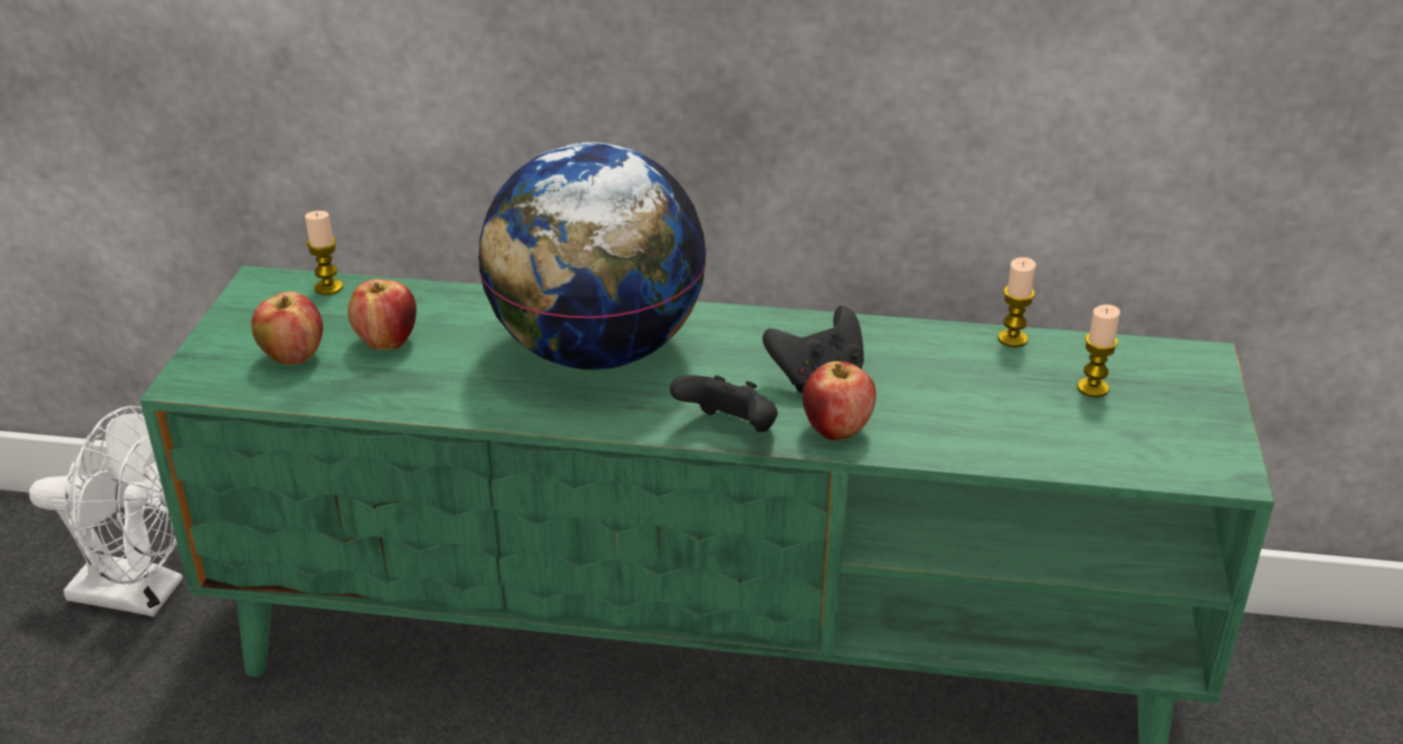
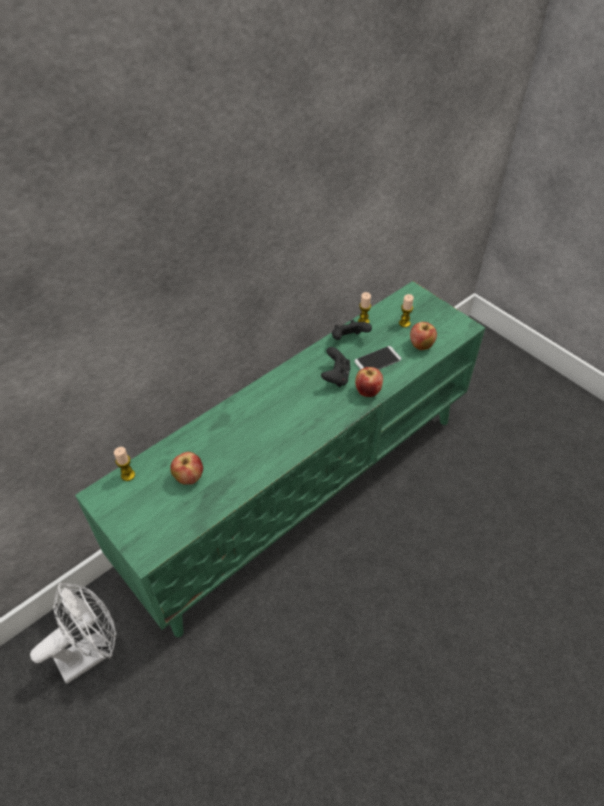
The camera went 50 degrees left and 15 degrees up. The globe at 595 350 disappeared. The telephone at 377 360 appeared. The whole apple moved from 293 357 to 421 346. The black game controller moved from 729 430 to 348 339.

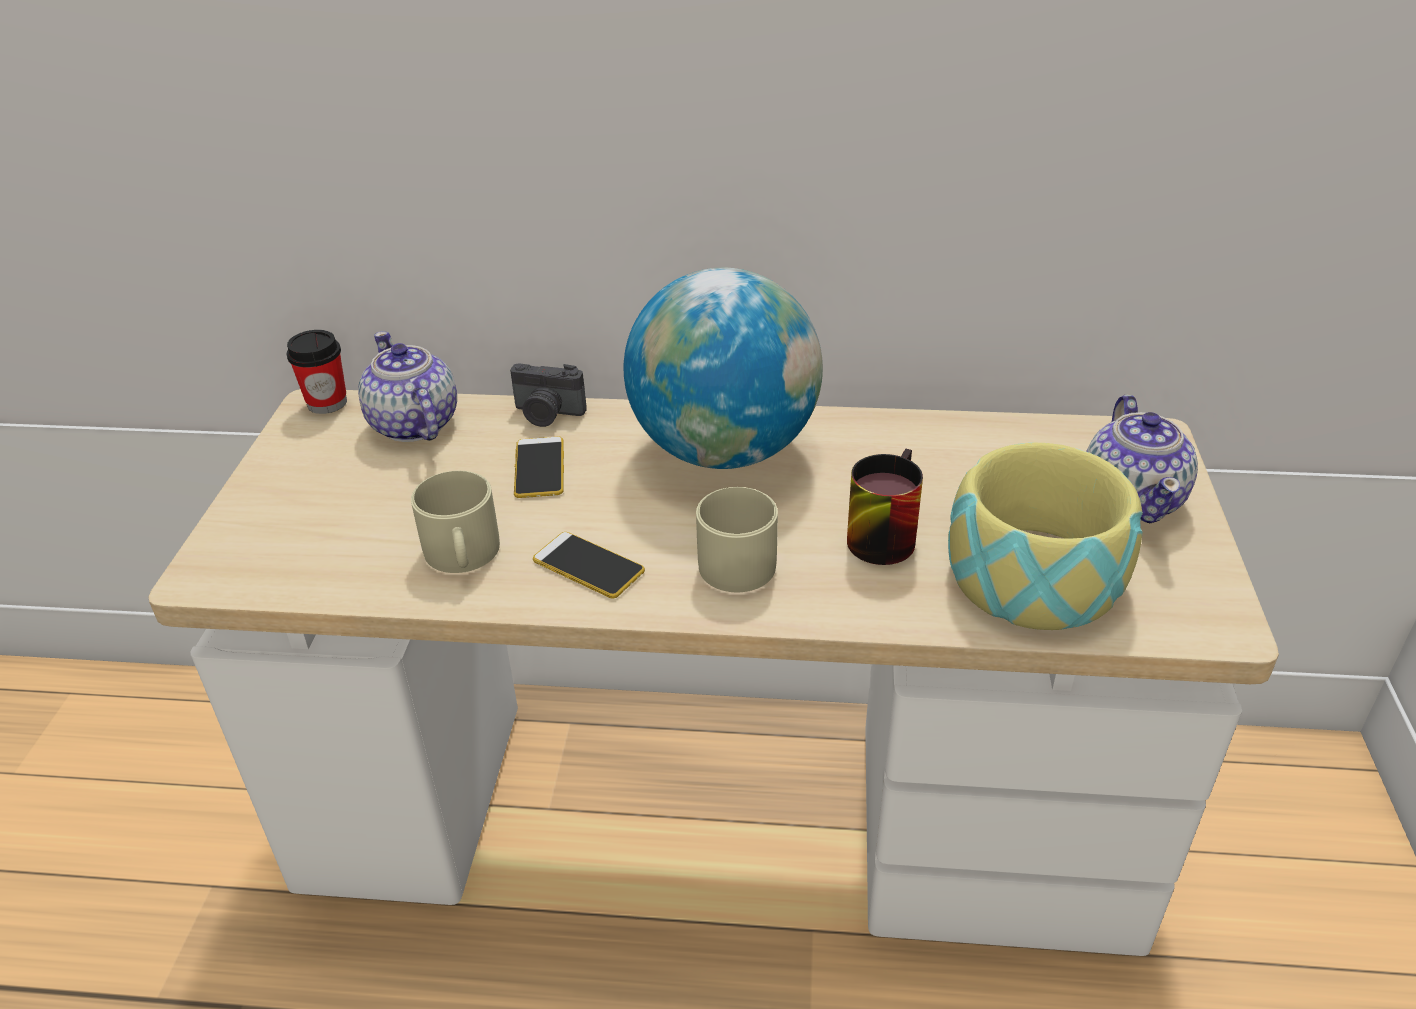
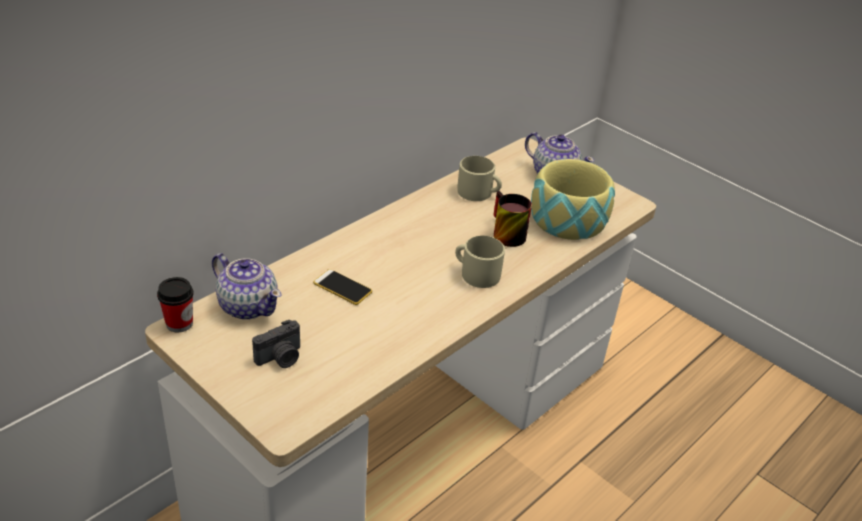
The camera went 55 degrees left and 0 degrees up. The telephone at 588 566 disappeared. The globe at 724 450 disappeared. The beige-coloured coffee mug moved from 462 554 to 478 193. The still camera moved from 547 414 to 281 358. The tea pot at 413 425 turned 150 degrees counterclockwise.

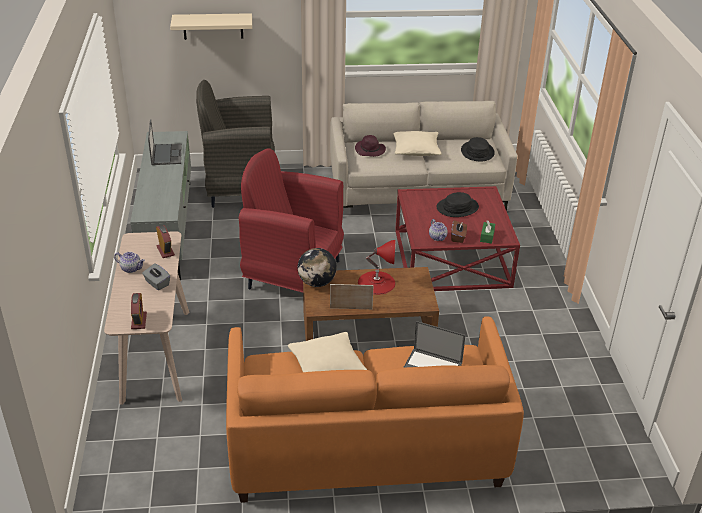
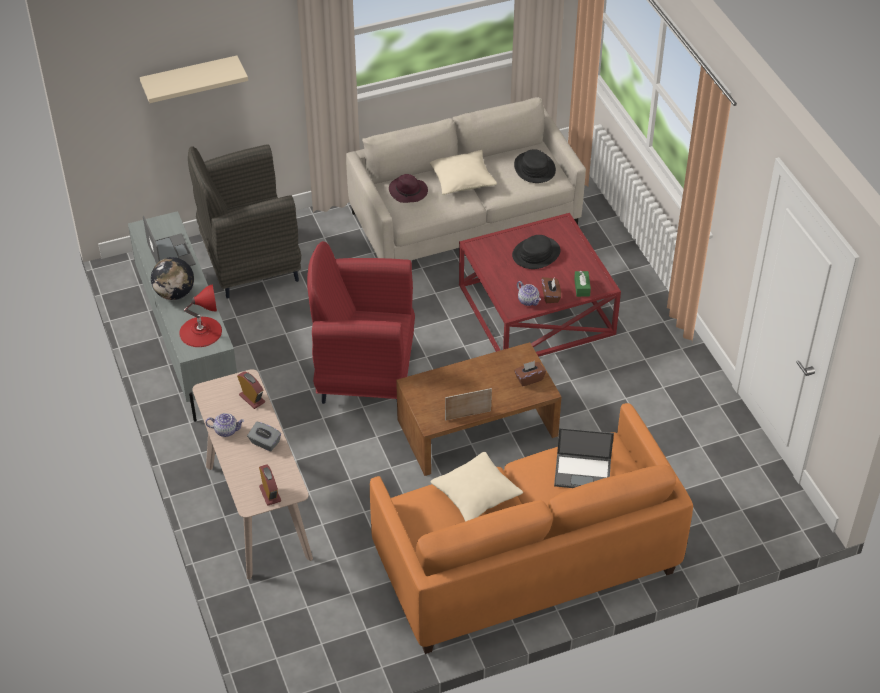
The camera went 15 degrees left and 10 degrees up. The brown-coloured box of tissues at 529 379 appeared. The globe moved from 317 282 to 174 294. The red-coloured table lamp moved from 376 282 to 200 331.

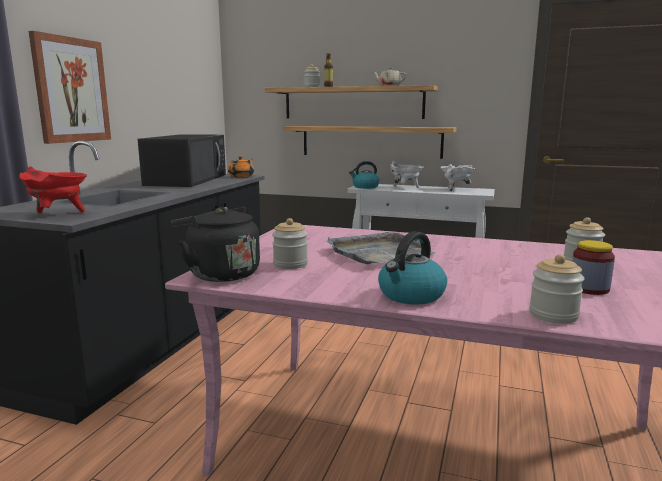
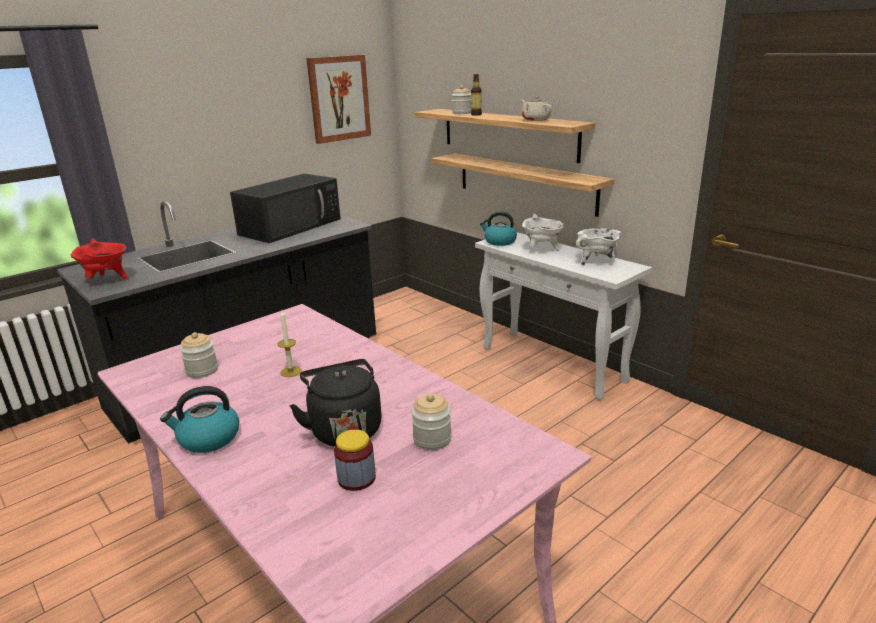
The camera went 30 degrees right and 10 degrees up. The orangey tea pot at 241 176 disappeared. The storage jar at 553 315 disappeared. The wall picture moved from 71 90 to 339 98. The black water kettle moved from 220 274 to 344 429. The grey tray at 378 253 was replaced by the wax light at 291 371.

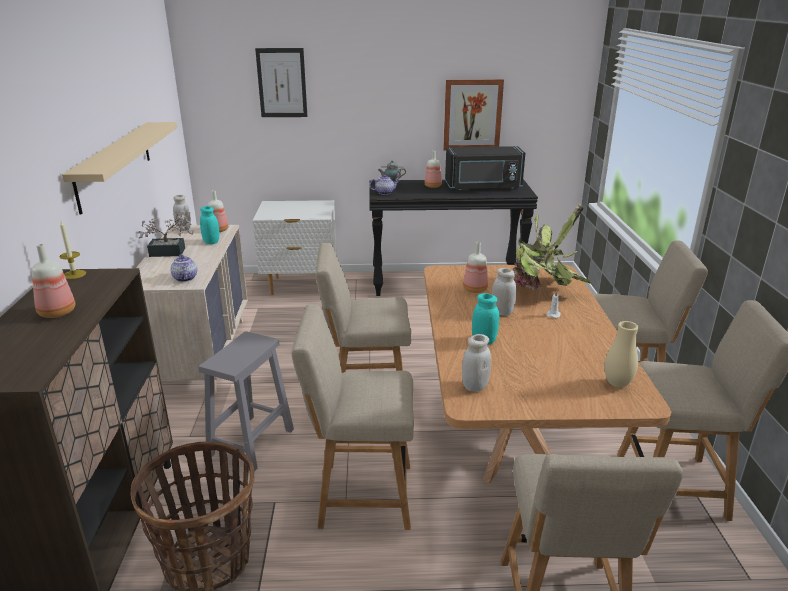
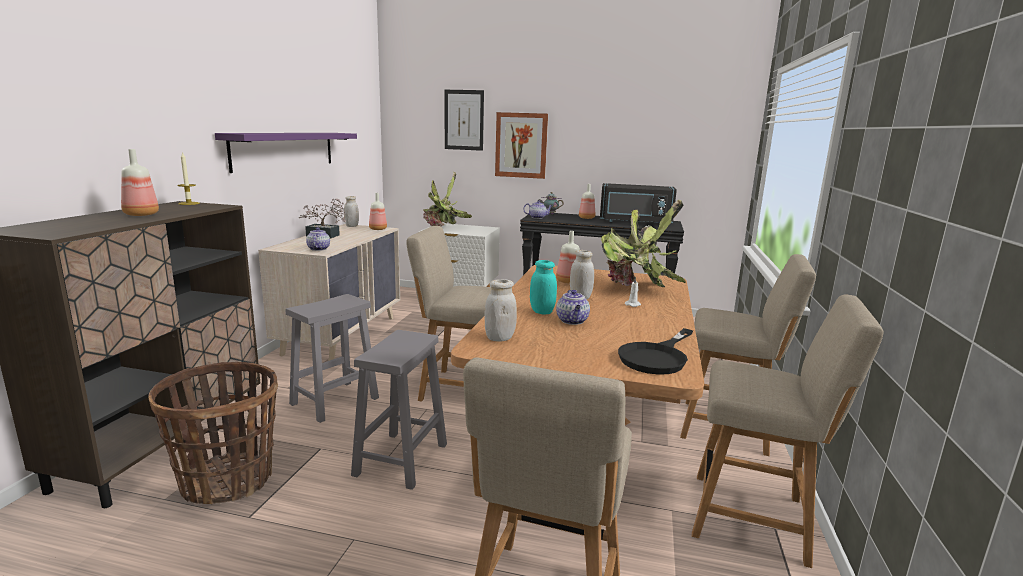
The camera went 15 degrees right and 10 degrees down. The turquoise-coloured storage jar at 211 242 disappeared. The potted plant at 444 228 appeared. The tea pot at 572 321 appeared. The wall picture moved from 472 115 to 521 145. The beige-coloured upright chair at 360 495 was replaced by the grey stool at 402 458. The beige-coloured decorative vase at 617 384 was replaced by the black skillet at 657 357. The beige-coloured wall shelf at 114 164 became the purple-coloured wall shelf at 285 150.

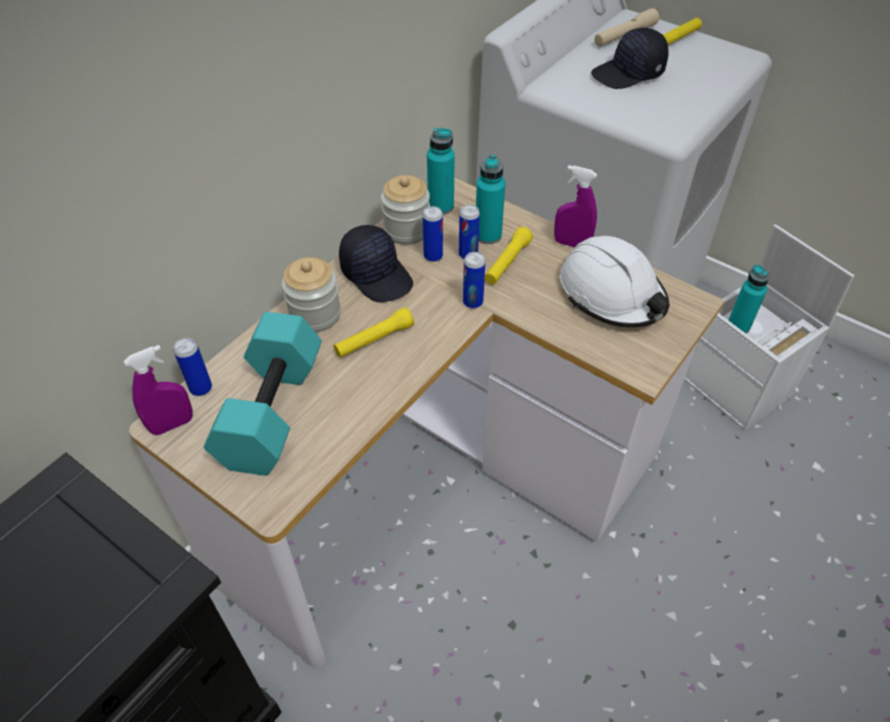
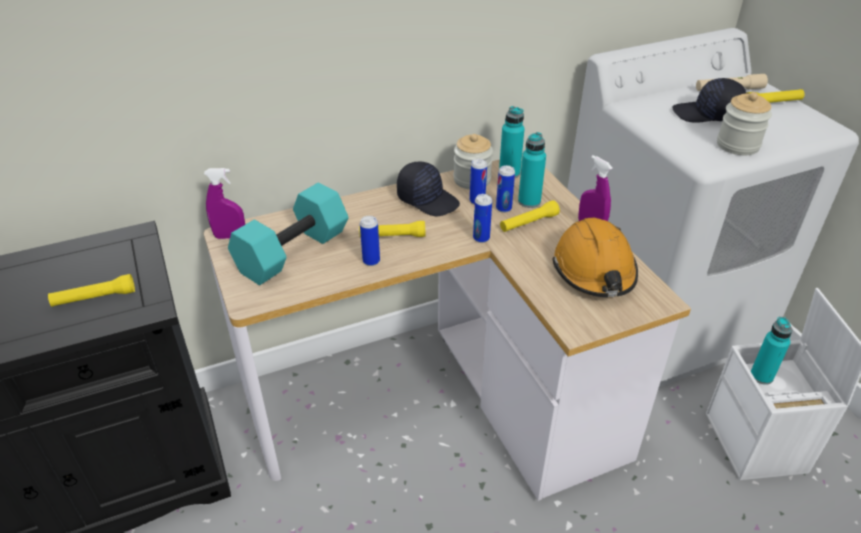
The camera went 30 degrees right and 10 degrees down. The yellow-coloured hand torch at 94 298 appeared. The metal can moved from 201 388 to 371 261. The storage jar moved from 315 315 to 737 145. The white-coloured hard hat at 612 294 became the orangey hard hat at 594 270. The black cap at 377 275 turned 45 degrees counterclockwise.

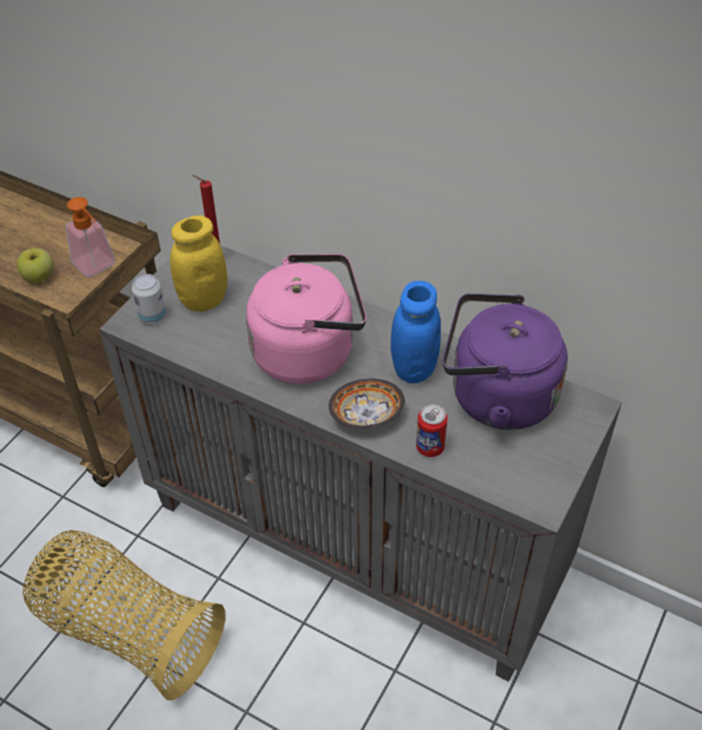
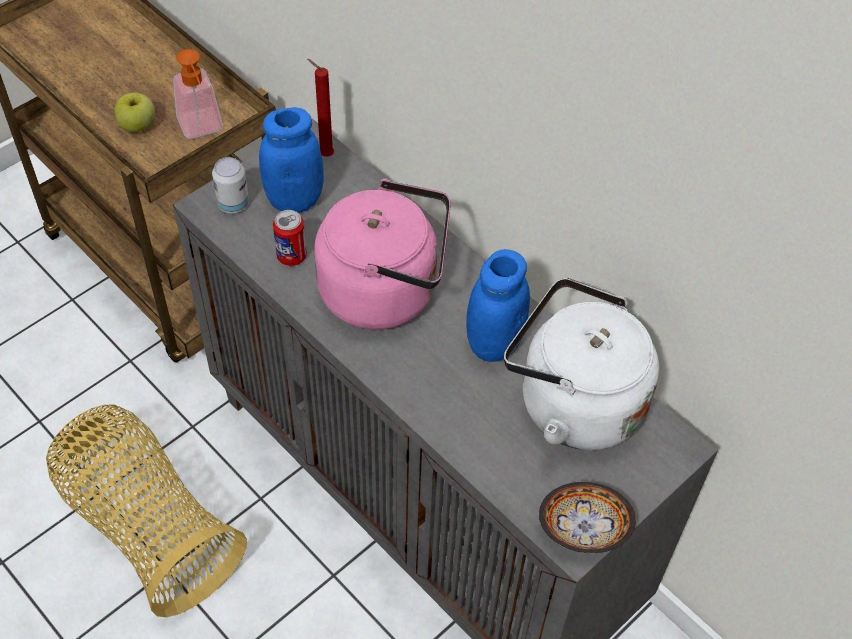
The camera went 15 degrees right and 5 degrees up. The deep dish moved from 368 416 to 585 530. The metal can moved from 430 447 to 291 256. The yellow-coloured storage jar at 203 300 became the blue storage jar at 294 200. The purple-coloured water kettle at 495 397 became the white-coloured water kettle at 572 403.

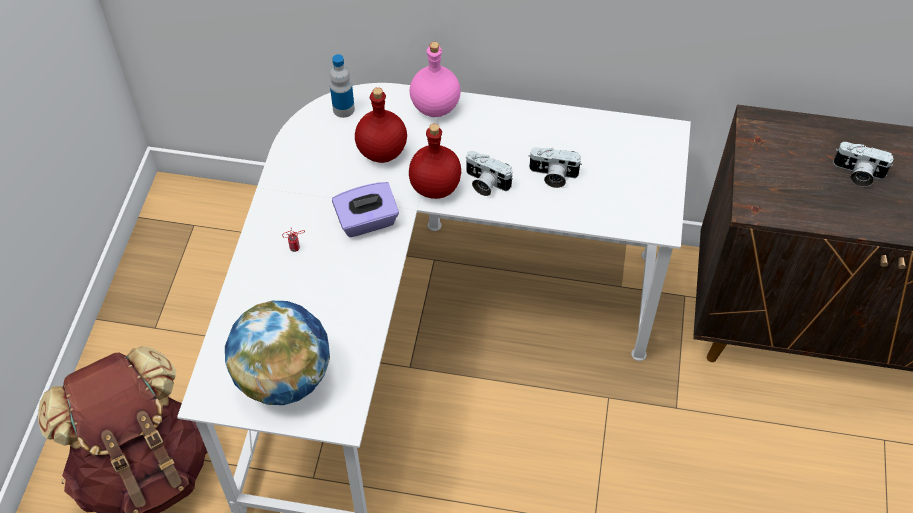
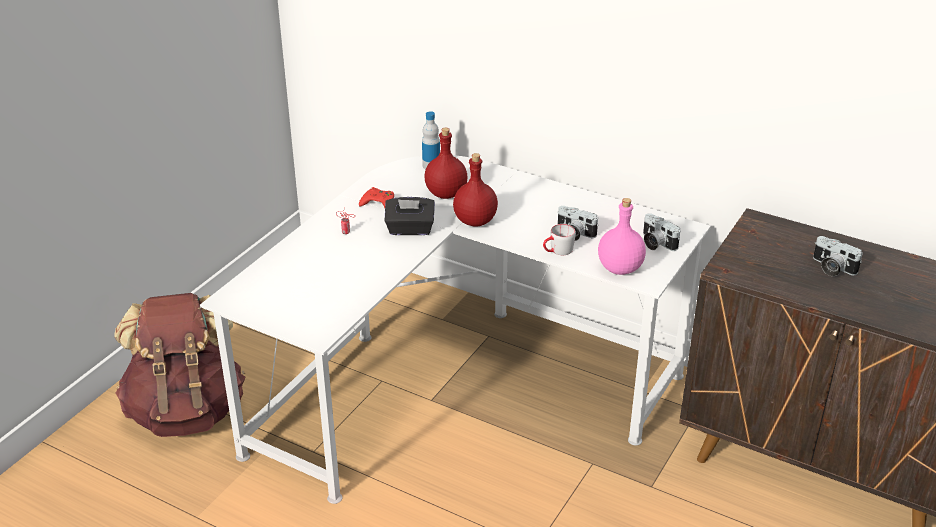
The camera went 20 degrees right and 20 degrees down. The globe at 284 377 disappeared. The red-coloured game controller at 378 203 appeared. The grey coffee mug at 557 251 appeared. The pinkish bottle moved from 436 106 to 621 268. The still camera moved from 485 183 to 656 243. The purple-coloured box of tissues at 367 222 became the black box of tissues at 410 229.

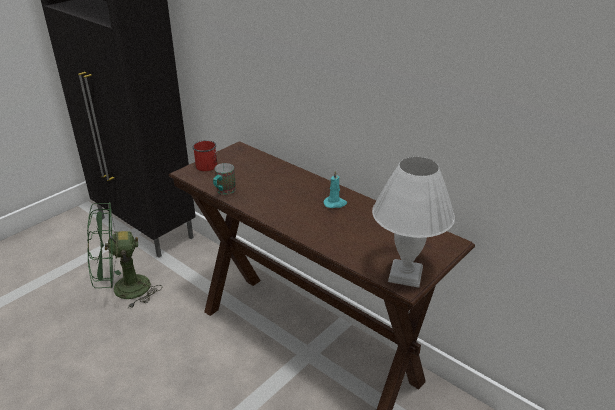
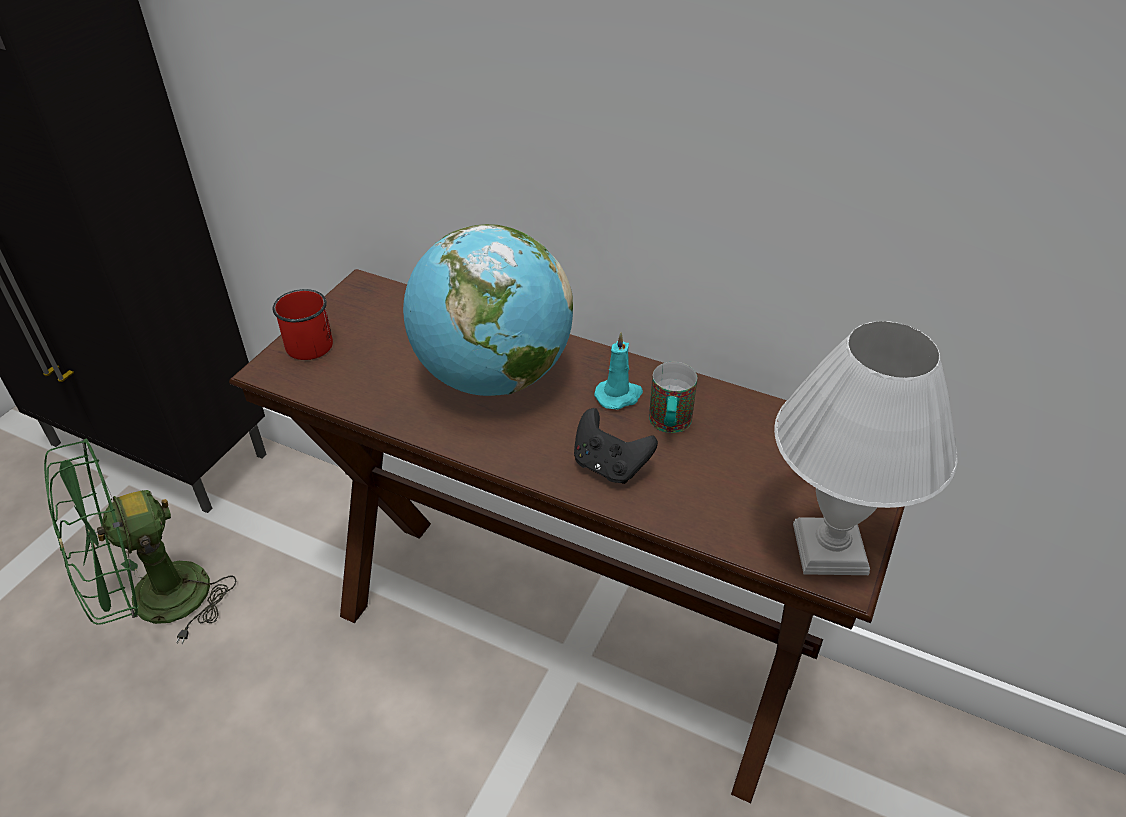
The camera went 15 degrees left and 10 degrees up. The globe at 492 377 appeared. The black game controller at 609 466 appeared. The coffee mug moved from 223 191 to 669 425.

